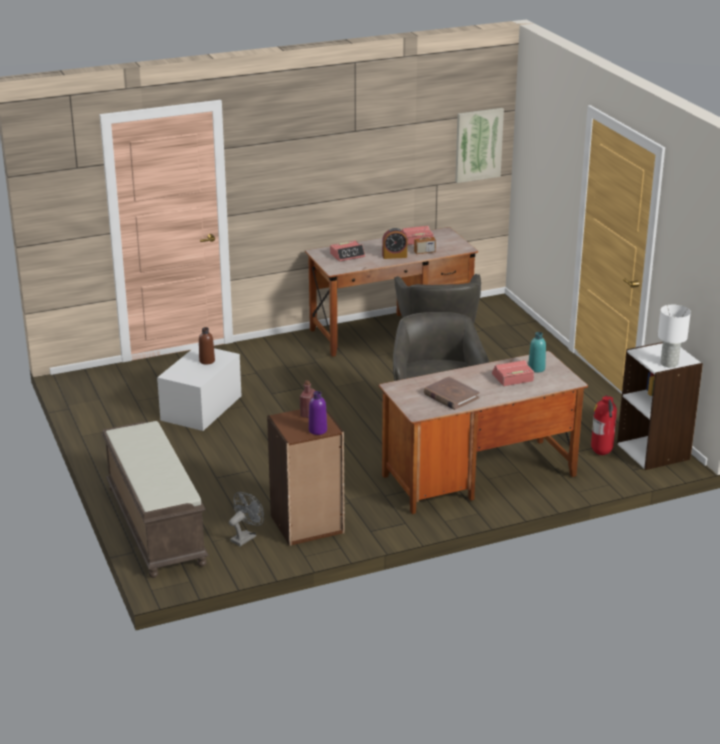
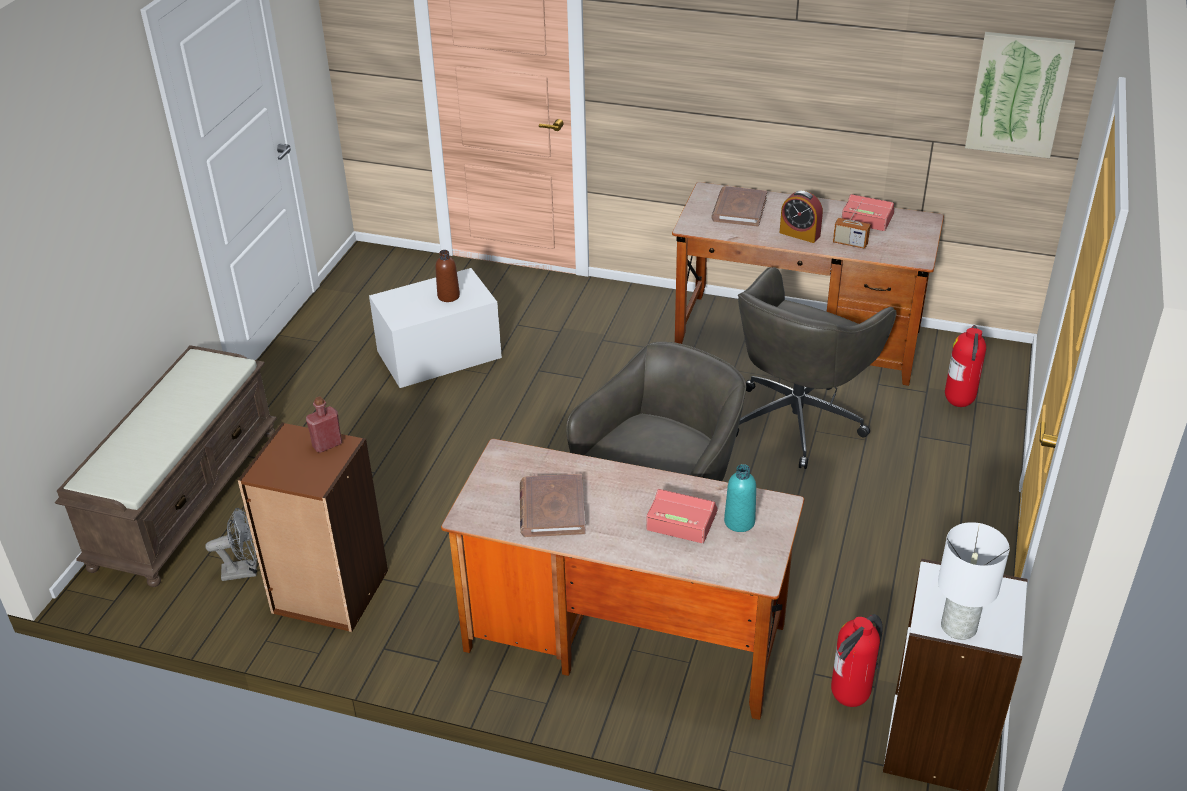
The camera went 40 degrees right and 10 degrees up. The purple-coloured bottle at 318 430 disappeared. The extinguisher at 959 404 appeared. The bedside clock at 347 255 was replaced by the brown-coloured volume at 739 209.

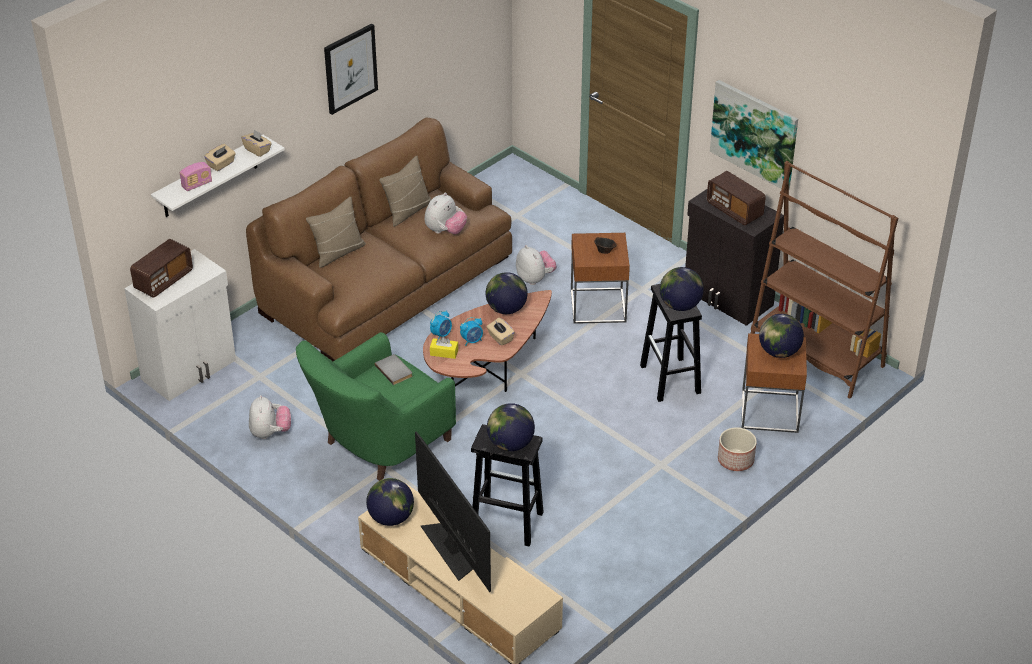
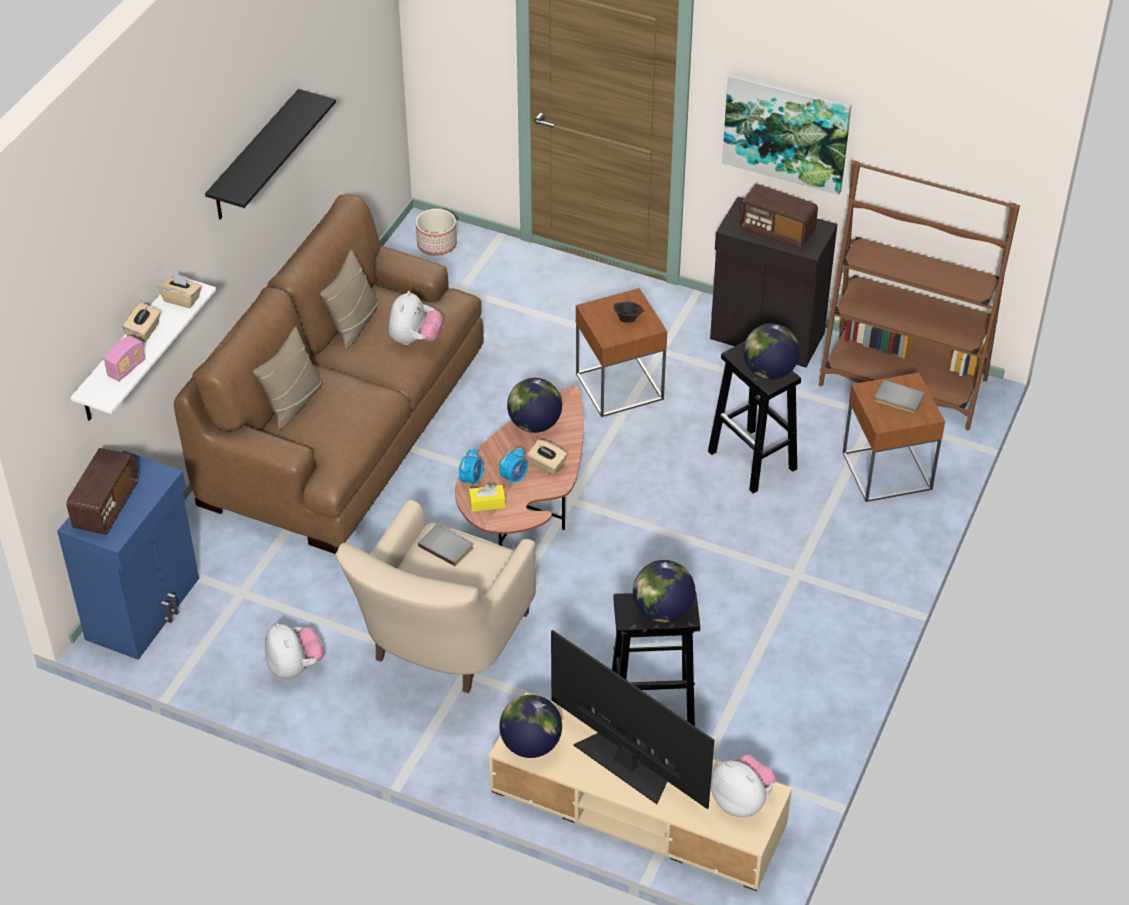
The camera went 20 degrees left and 5 degrees up. The soft toy moved from 535 279 to 741 801. The planter moved from 736 460 to 437 244. The wall picture at 350 68 was replaced by the black wall shelf at 255 157. The globe at 778 352 was replaced by the grey volume at 898 399. The white-coloured cupboard at 190 370 became the blue cupboard at 145 608. The green-coloured lounge chair at 377 445 became the beige-coloured lounge chair at 440 645.

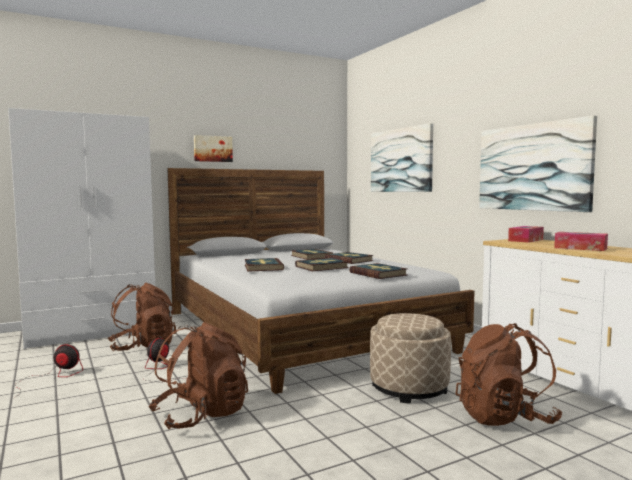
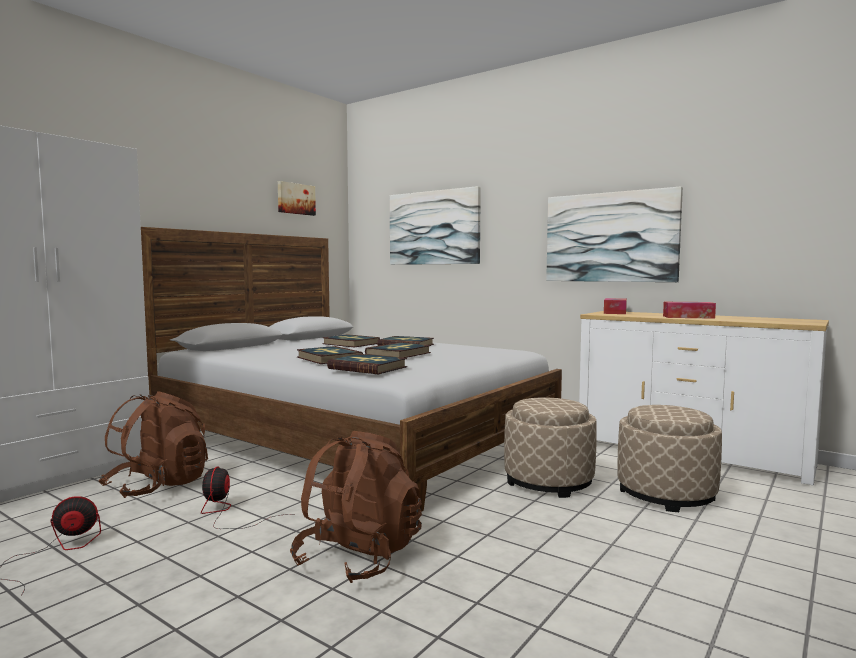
The camera went 25 degrees left and 0 degrees up. The wall picture moved from 212 149 to 295 199. The volume moved from 378 274 to 368 368. The brown-coloured backpack at 505 417 was replaced by the beige-coloured ottoman at 666 494.

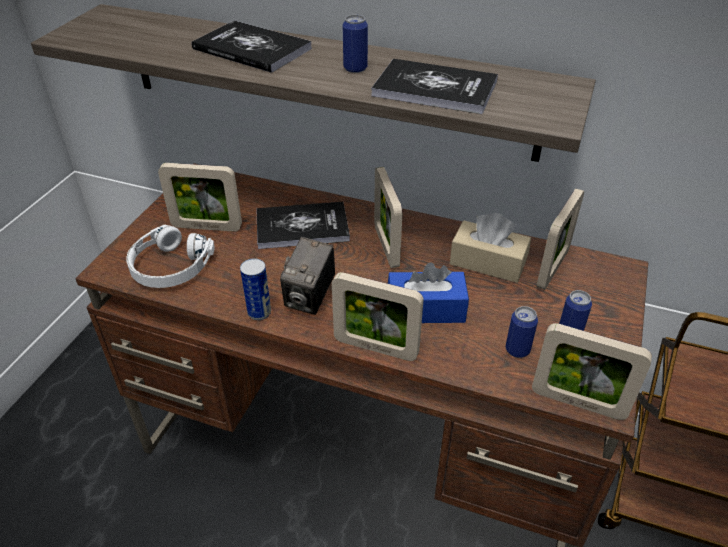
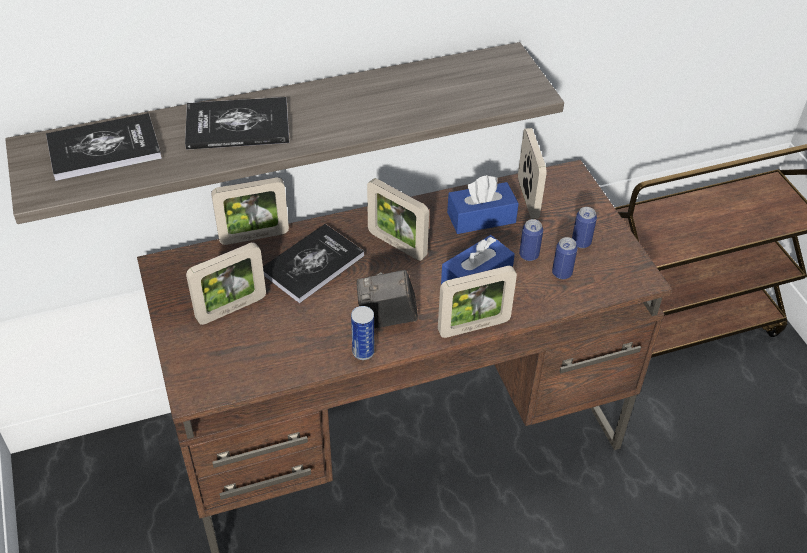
The camera went 40 degrees left and 5 degrees up. The white-coloured headphones at 169 267 disappeared. The metal can moved from 355 68 to 529 255. The volume moved from 435 88 to 104 148. The picture frame moved from 578 403 to 254 237. The beige-coloured box of tissues at 488 262 became the blue box of tissues at 481 217. The still camera at 310 297 turned 105 degrees clockwise.

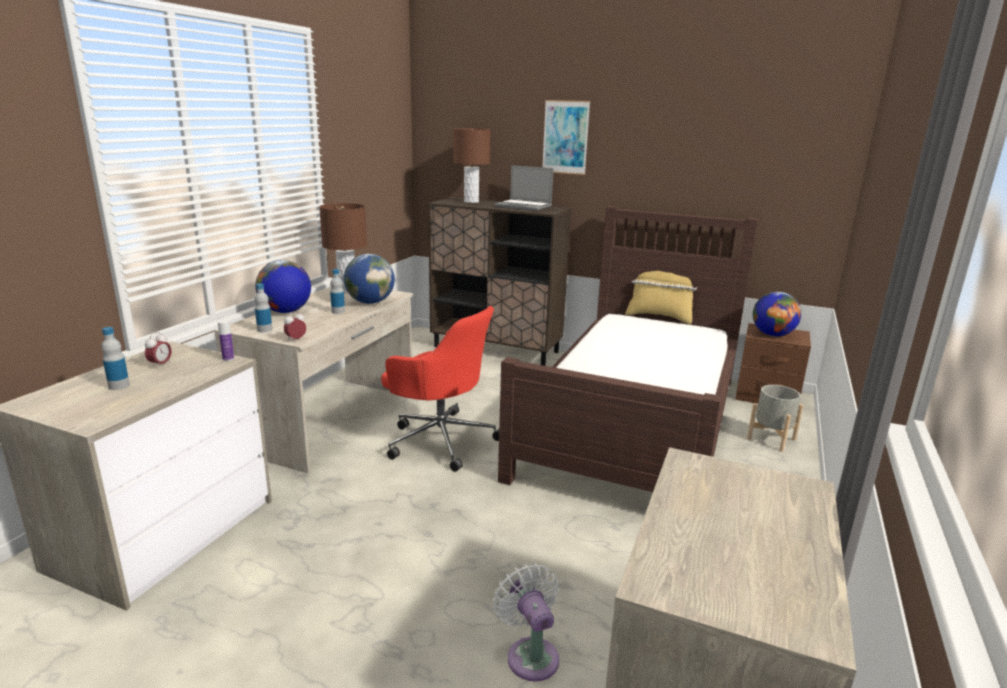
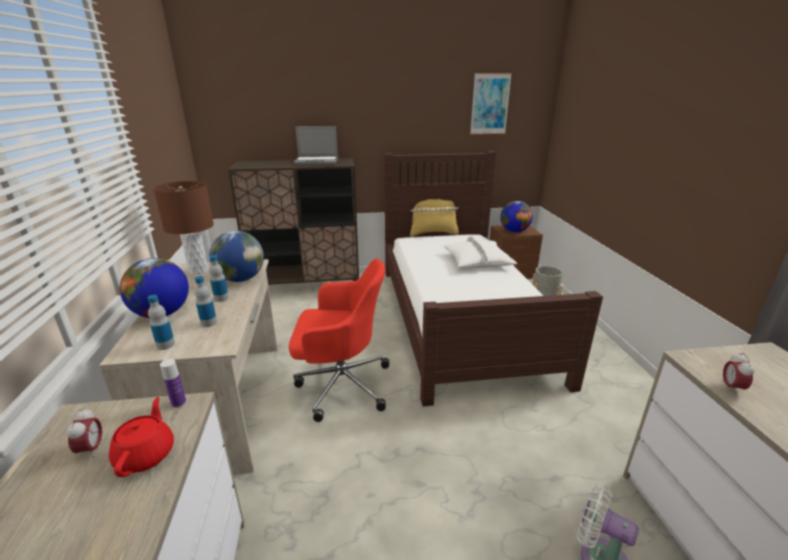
The camera went 30 degrees left and 5 degrees up. The brown-coloured table lamp at 471 201 disappeared. The red-coloured tea pot at 146 454 appeared. The white-coloured pillow at 477 261 appeared. The bottle moved from 119 386 to 209 323. The bedside clock moved from 296 339 to 731 388. The wall picture moved from 565 137 to 490 104.

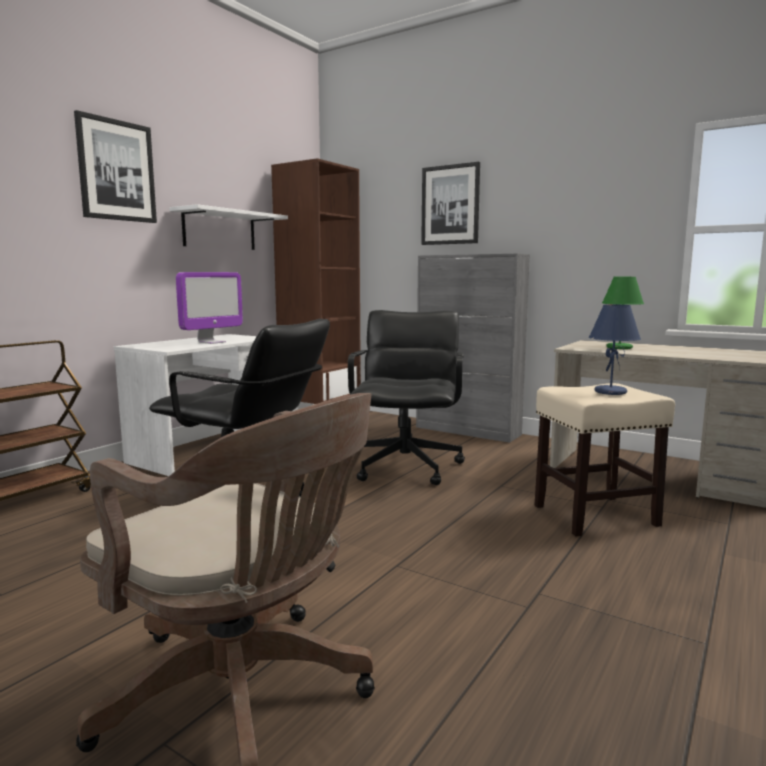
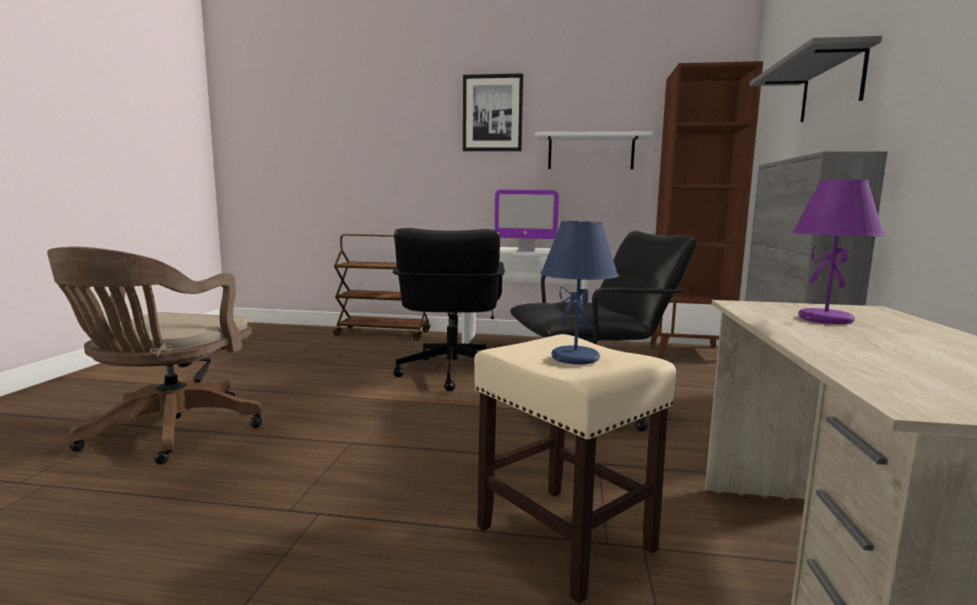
The camera went 65 degrees right and 0 degrees up. The wall picture at 450 205 was replaced by the grey wall shelf at 832 87. The green-coloured table lamp at 619 347 became the purple-coloured table lamp at 826 319.

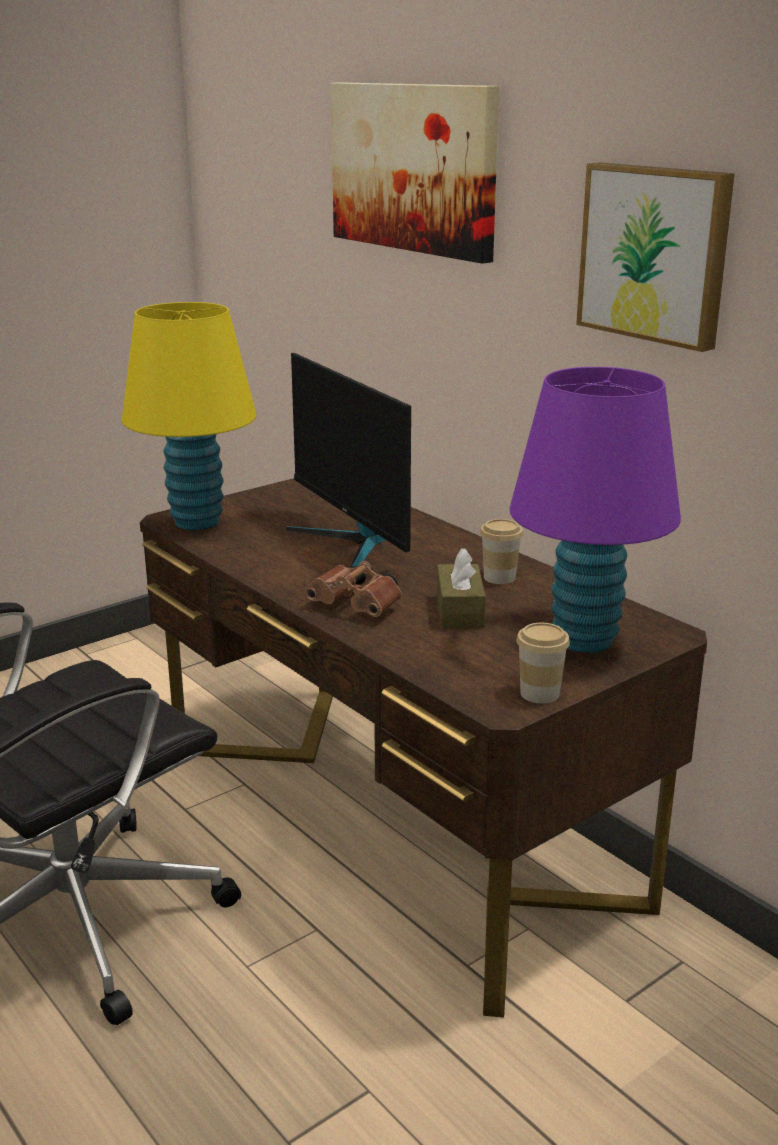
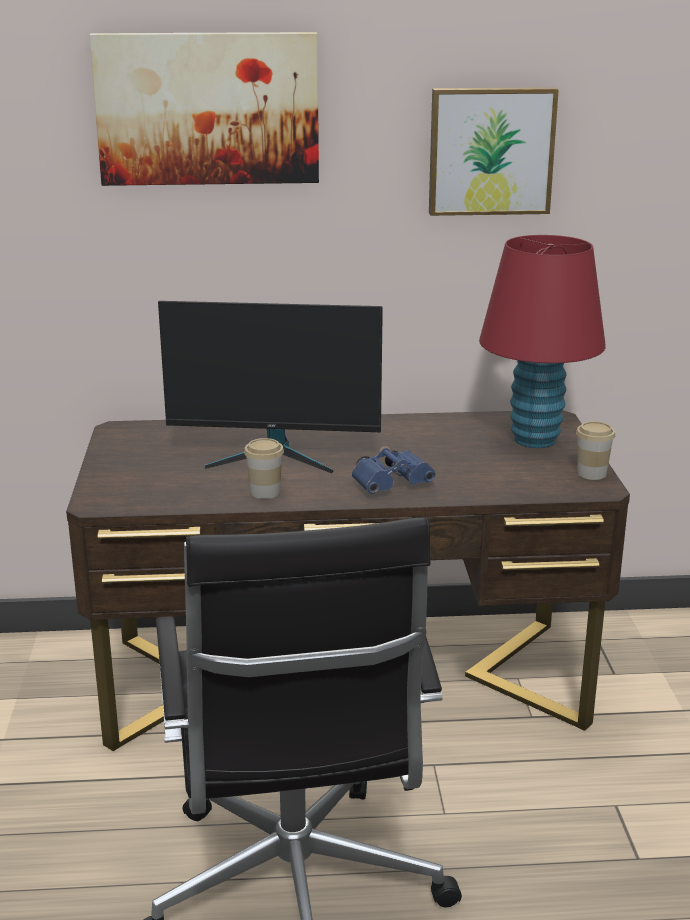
The camera went 55 degrees left and 0 degrees up. The yellow-coloured table lamp at 197 522 disappeared. The brown-coloured box of tissues at 459 611 disappeared. The drinking cup moved from 499 577 to 265 492. The brown-coloured pair of binoculars at 358 606 became the blue pair of binoculars at 393 485. The purple-coloured table lamp at 585 640 became the red-coloured table lamp at 535 440.

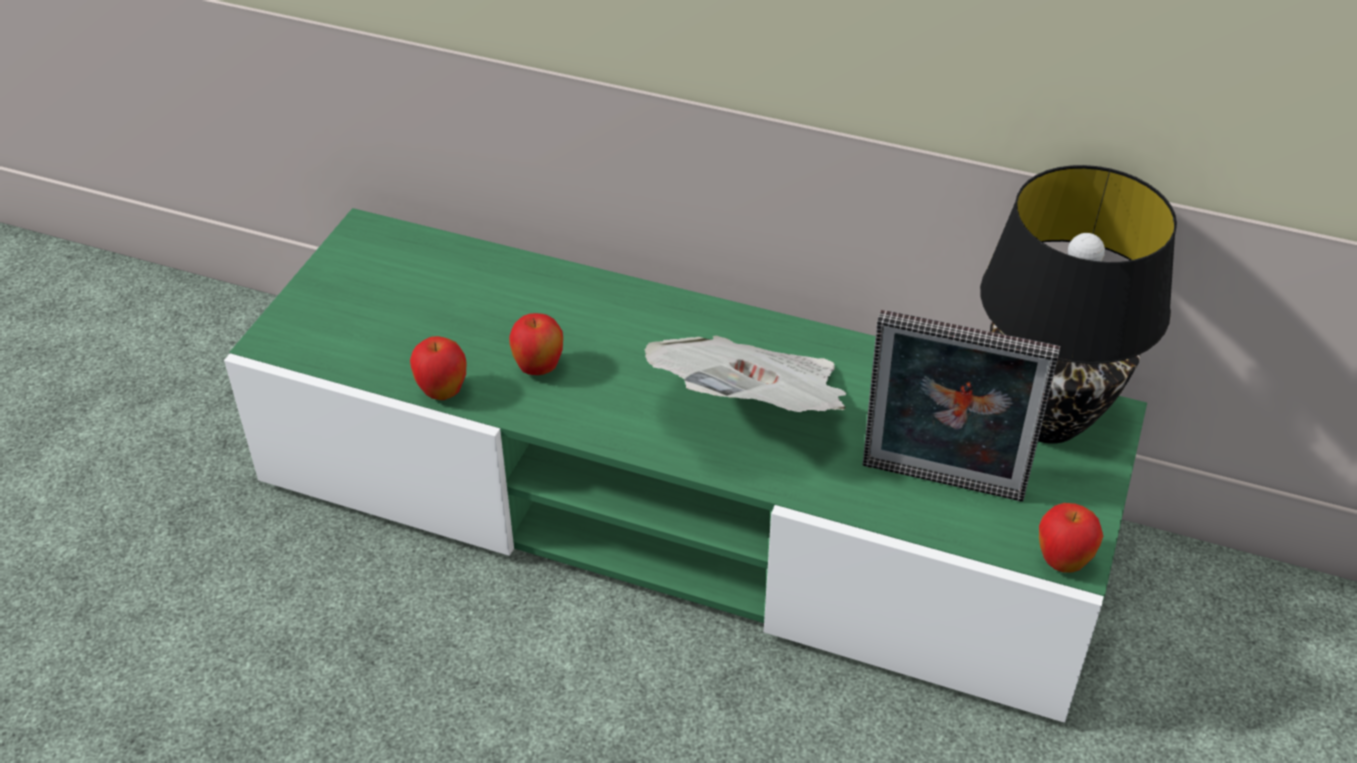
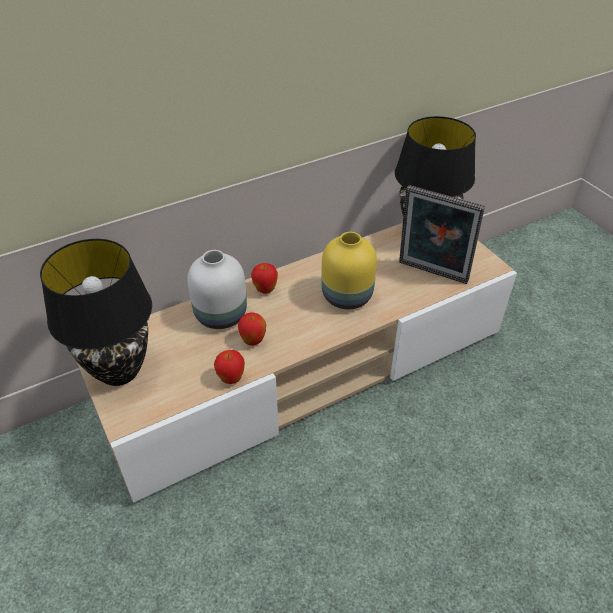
The camera went 50 degrees left and 0 degrees up. The black table lamp at 118 372 appeared. The white-coloured decorative vase at 219 315 appeared. The whole apple moved from 1062 562 to 265 290. The daily paper at 753 411 was replaced by the yellow-coloured decorative vase at 346 296. The green-coloured media console at 678 509 became the beige-coloured media console at 306 368. The picture frame at 941 486 turned 60 degrees clockwise.

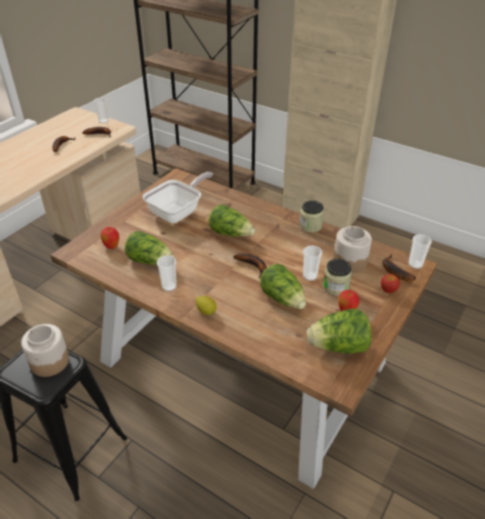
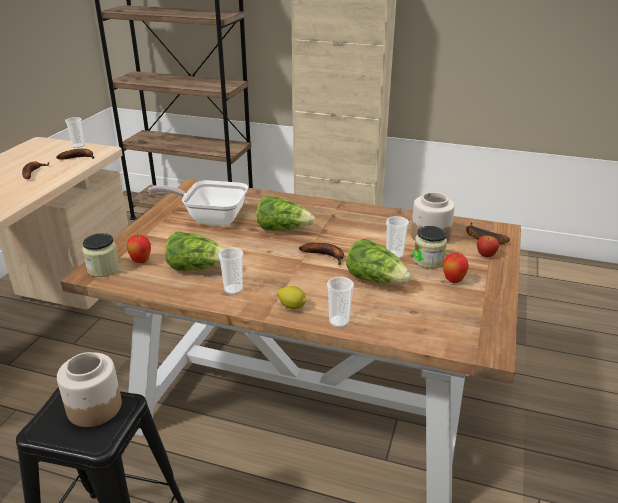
The camera went 15 degrees left and 10 degrees down. The lettuce at 338 347 disappeared. The storage jar moved from 310 226 to 103 269. The drinking cup moved from 415 264 to 339 322. The skillet at 178 212 turned 105 degrees counterclockwise.

